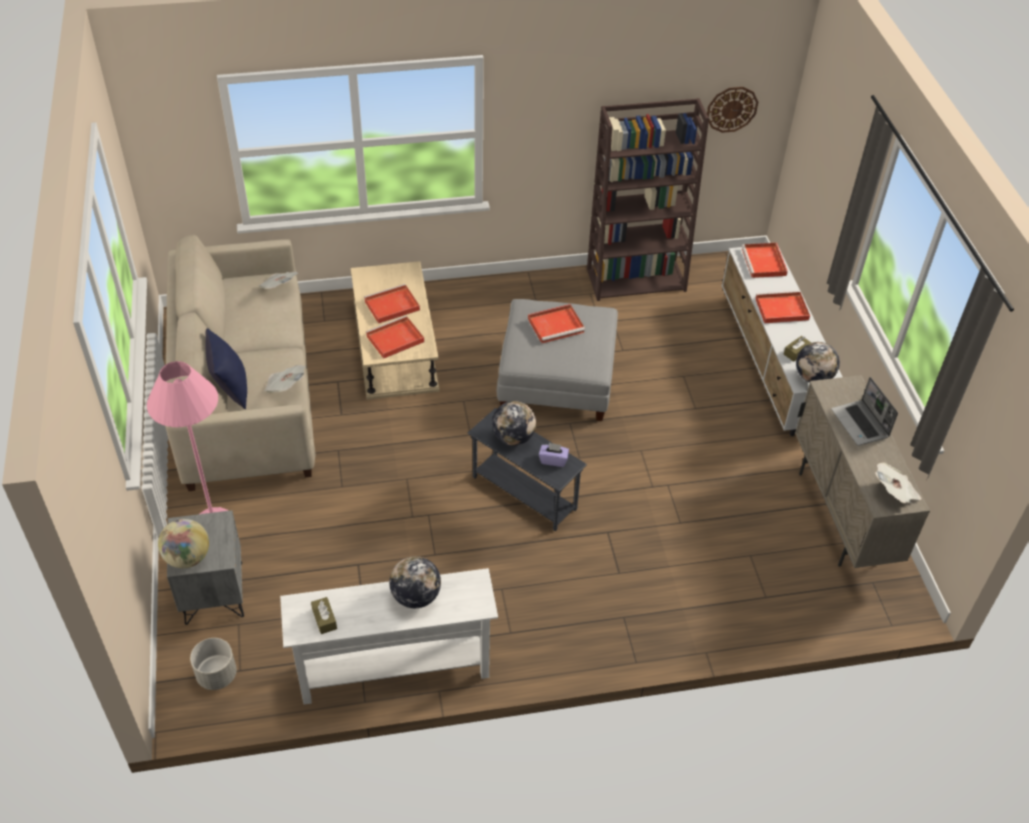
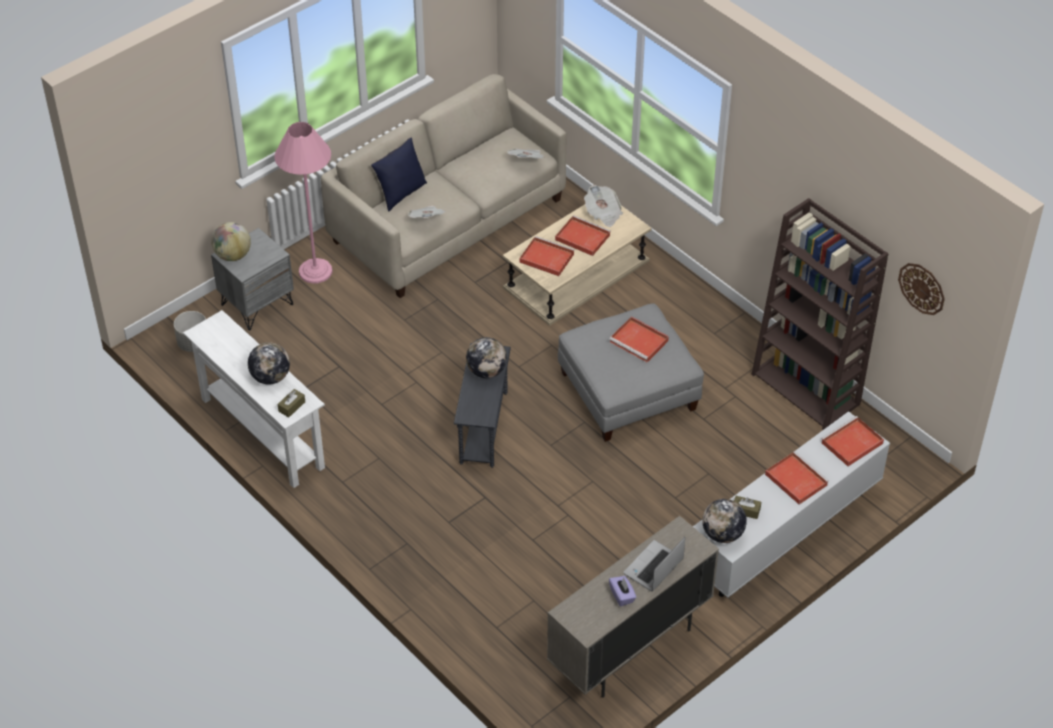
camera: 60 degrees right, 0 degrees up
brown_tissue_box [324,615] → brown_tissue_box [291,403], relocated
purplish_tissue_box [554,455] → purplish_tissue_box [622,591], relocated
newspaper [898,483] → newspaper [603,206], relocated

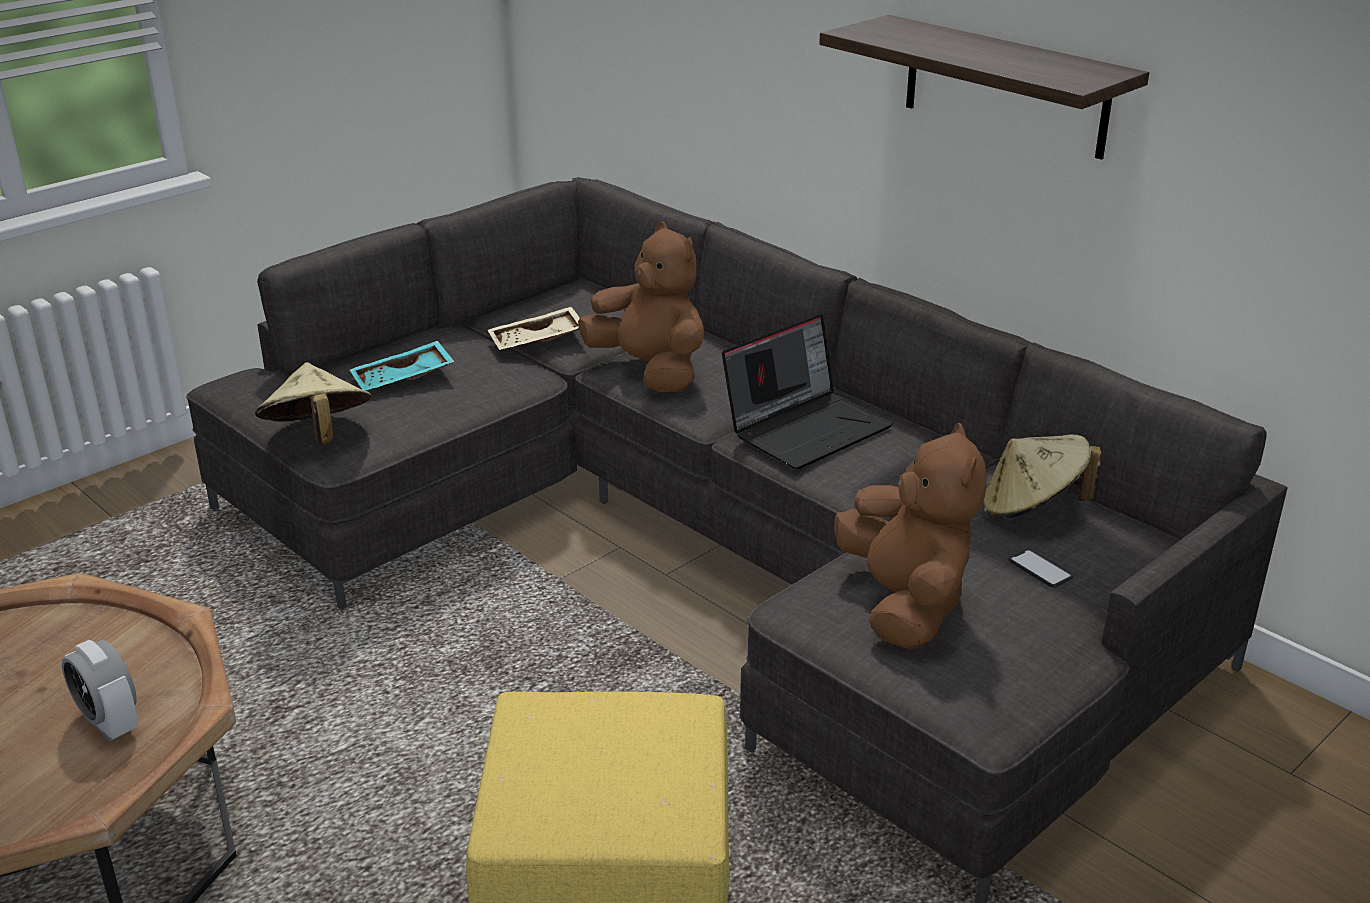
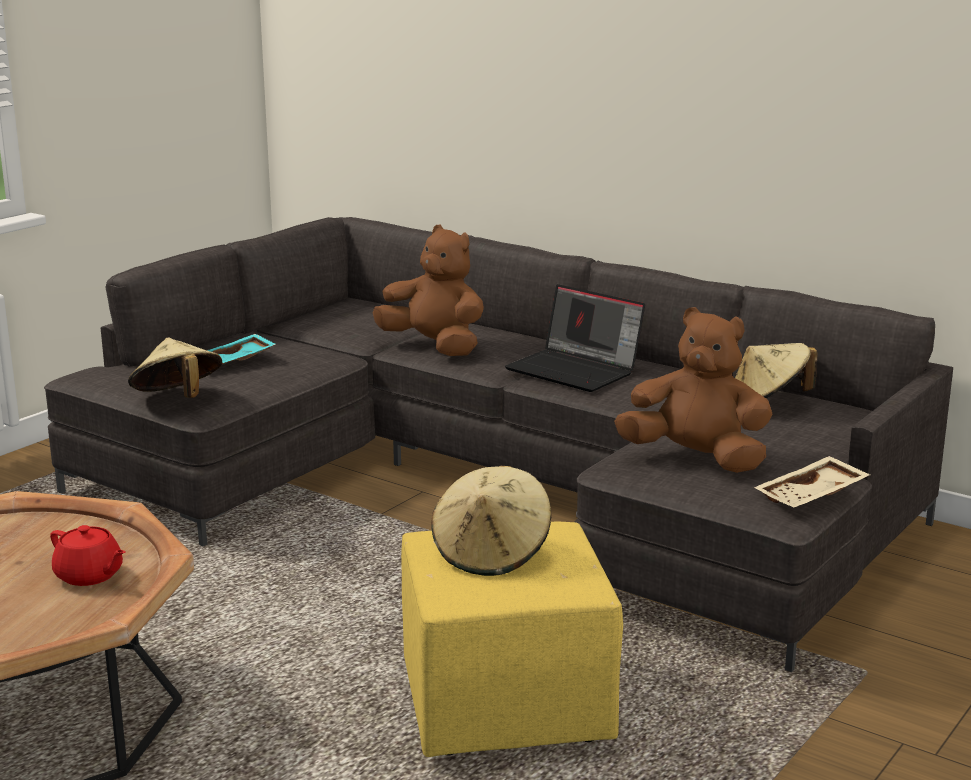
camera: 10 degrees left, 10 degrees down
alarm_clock [100,690] → red_teapot [87,555]
sand-coloured_serving_tray [534,328] → sand-coloured_serving_tray [812,481], relocated
laptop [807,392] → laptop [575,338], 90 degrees clockwise
wall_shelf [984,87] → -
brown_plush_toy [910,536] → brown_plush_toy [693,390], 45 degrees counterclockwise
handset [1040,568] → -
- → sand-coloured_wearable_hat [491,521]

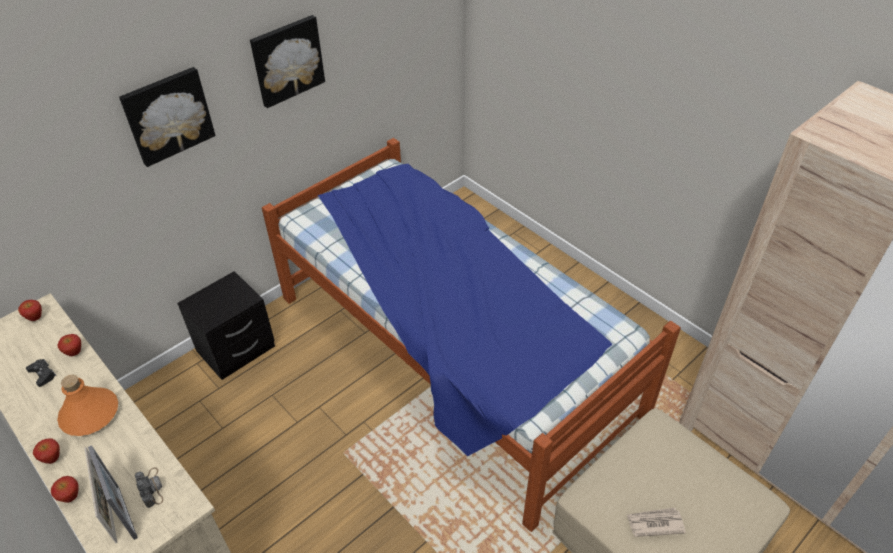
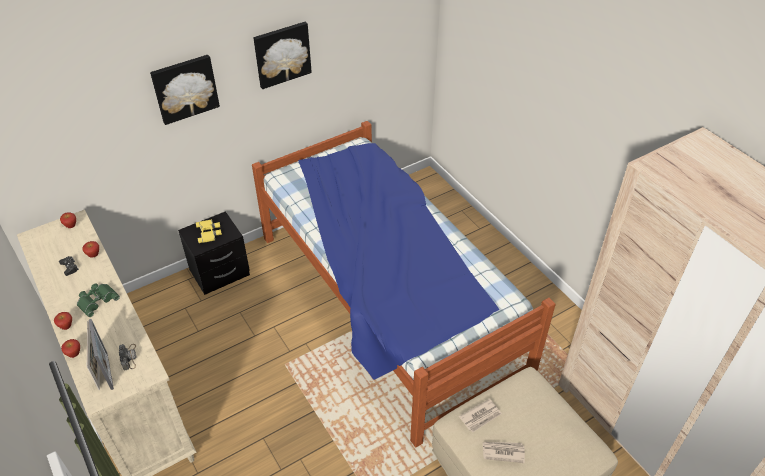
camera: 10 degrees right, 0 degrees up
orangey_beverage_bottle [87,405] → green-coloured_binoculars [98,300]
- → yellow-coloured_binoculars [209,231]
- → newspaper [480,415]

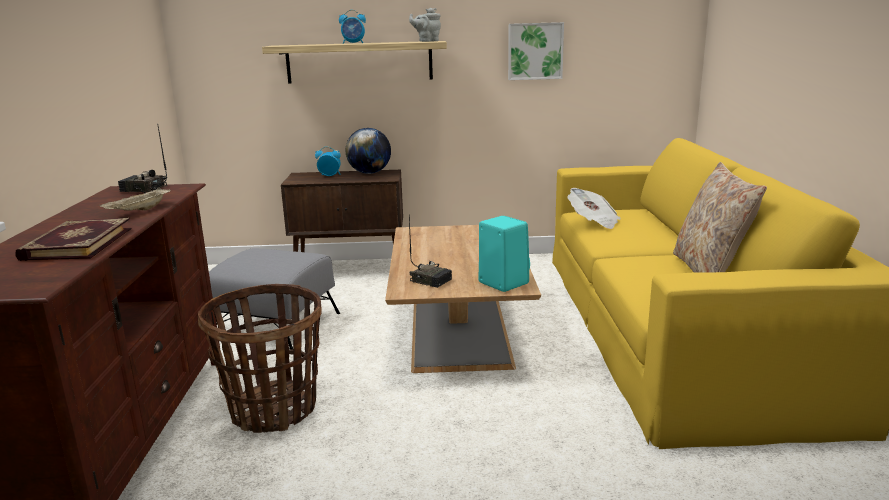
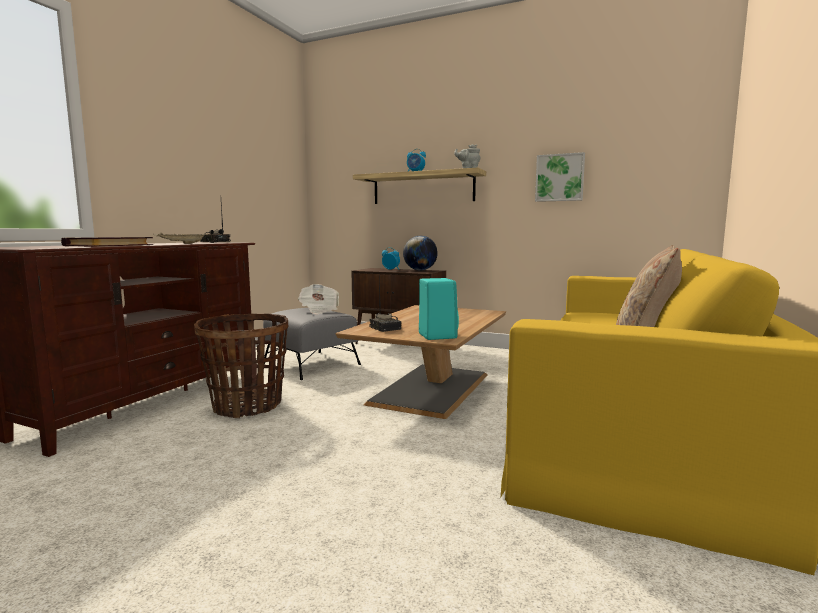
camera: 25 degrees right, 10 degrees down
newspaper [593,208] → newspaper [318,299], relocated

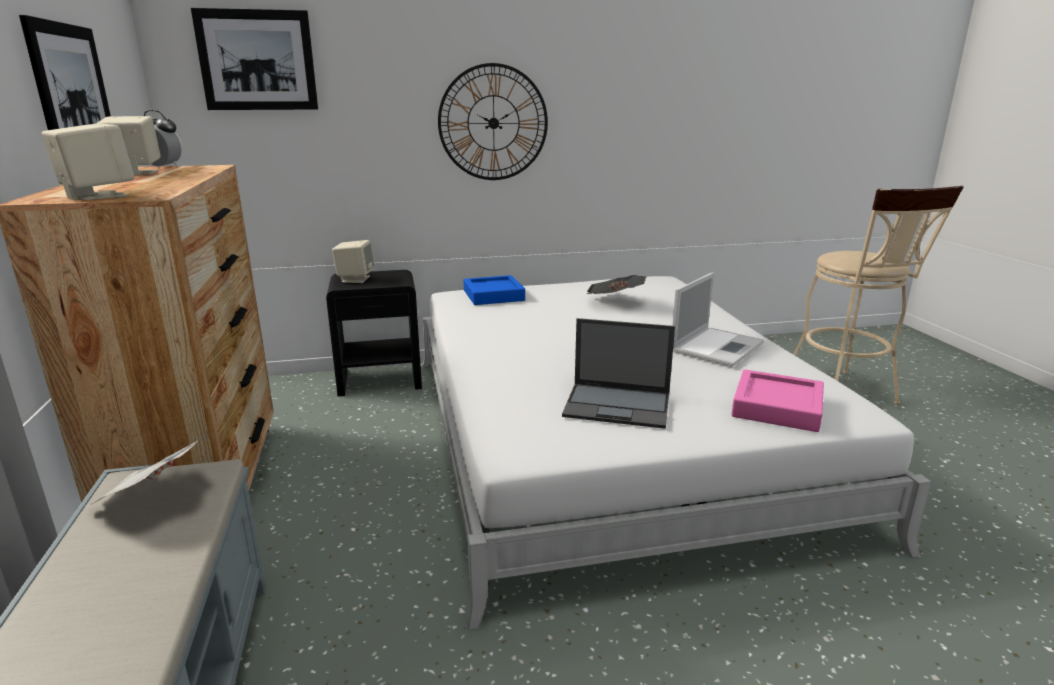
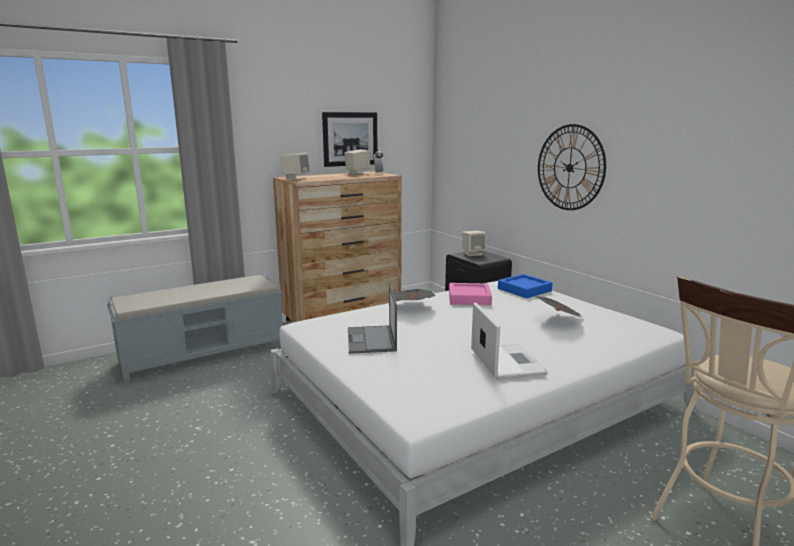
camera: 70 degrees right, 5 degrees down
newspaper [146,471] → newspaper [415,294], relocated
wall_picture [254,59] → -
laptop [718,319] → laptop [509,341], 120 degrees counterclockwise
pink-coloured_serving_tray [777,400] → pink-coloured_serving_tray [470,294], relocated

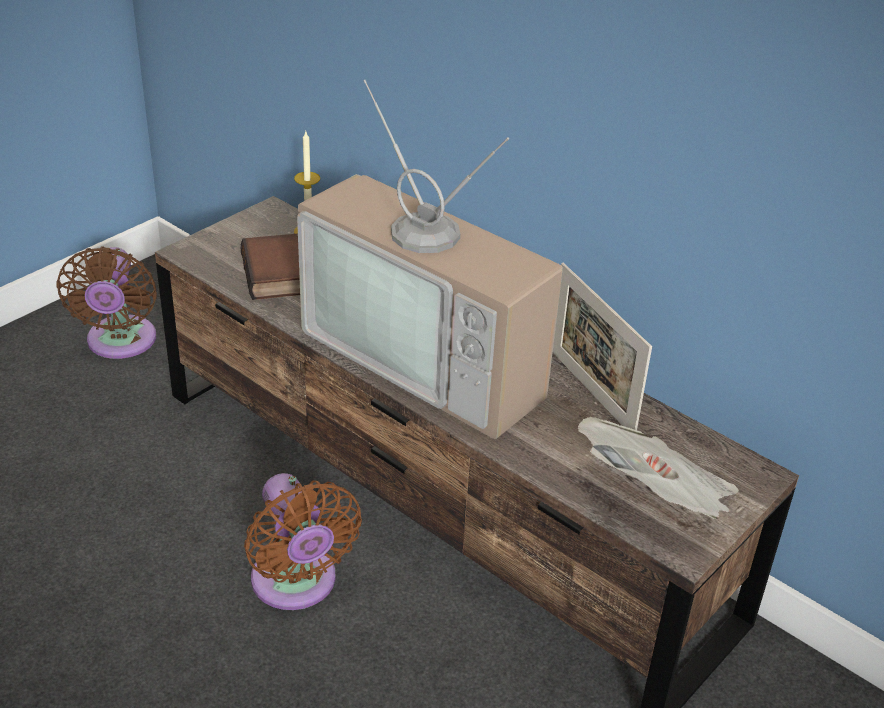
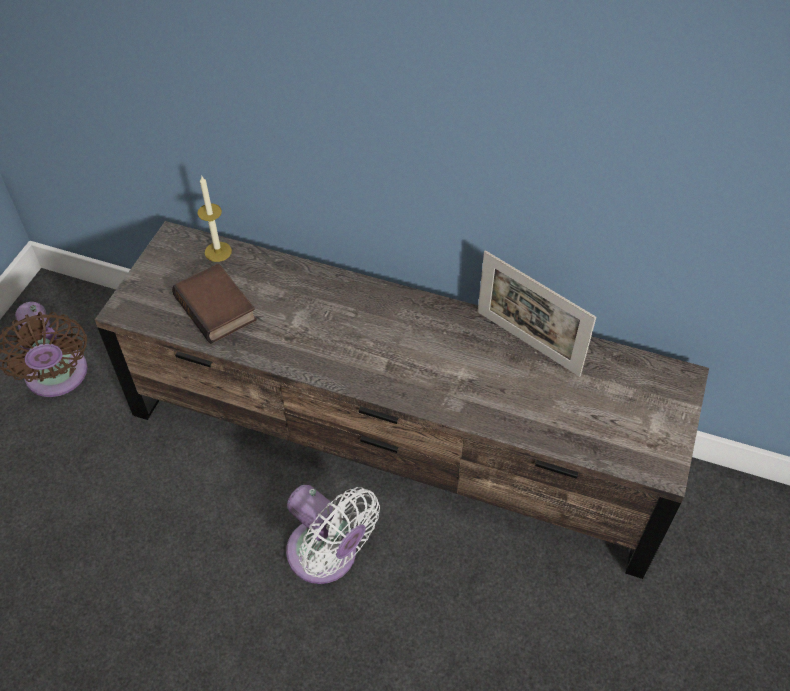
camera: 20 degrees left, 15 degrees up
brown_cooling_fan [303,541] → white_cooling_fan [333,534]
TV [430,259] → -
newspaper [658,468] → -

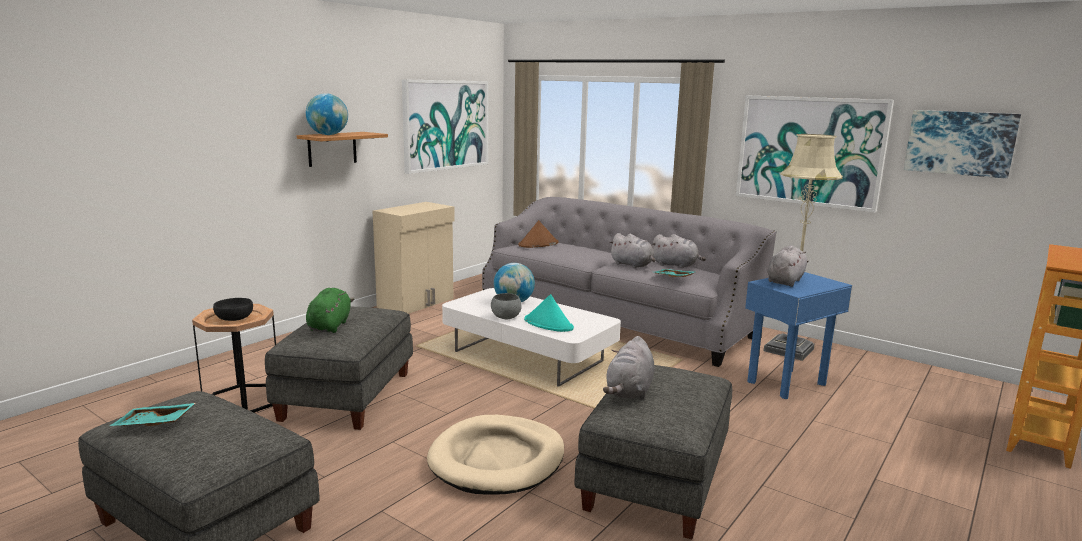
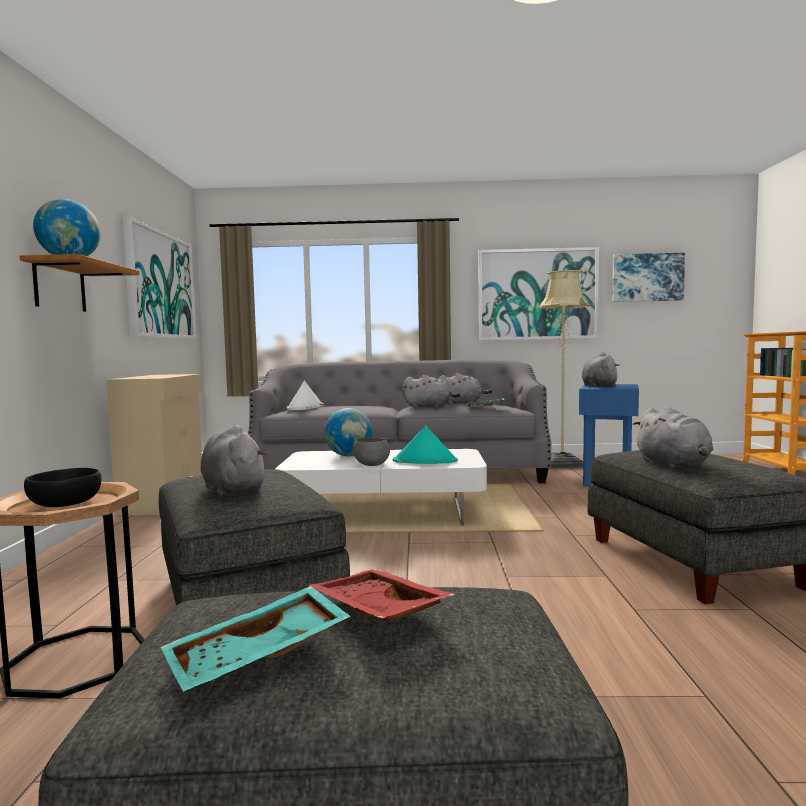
camera: 35 degrees left, 10 degrees down
green-coloured_plush_toy [330,310] → greyish_plush_toy [233,460]
sand-coloured_pet_bed [495,455] → -
brown_wearable_hat [538,234] → white_wearable_hat [305,395]
- → red_serving_tray [382,595]

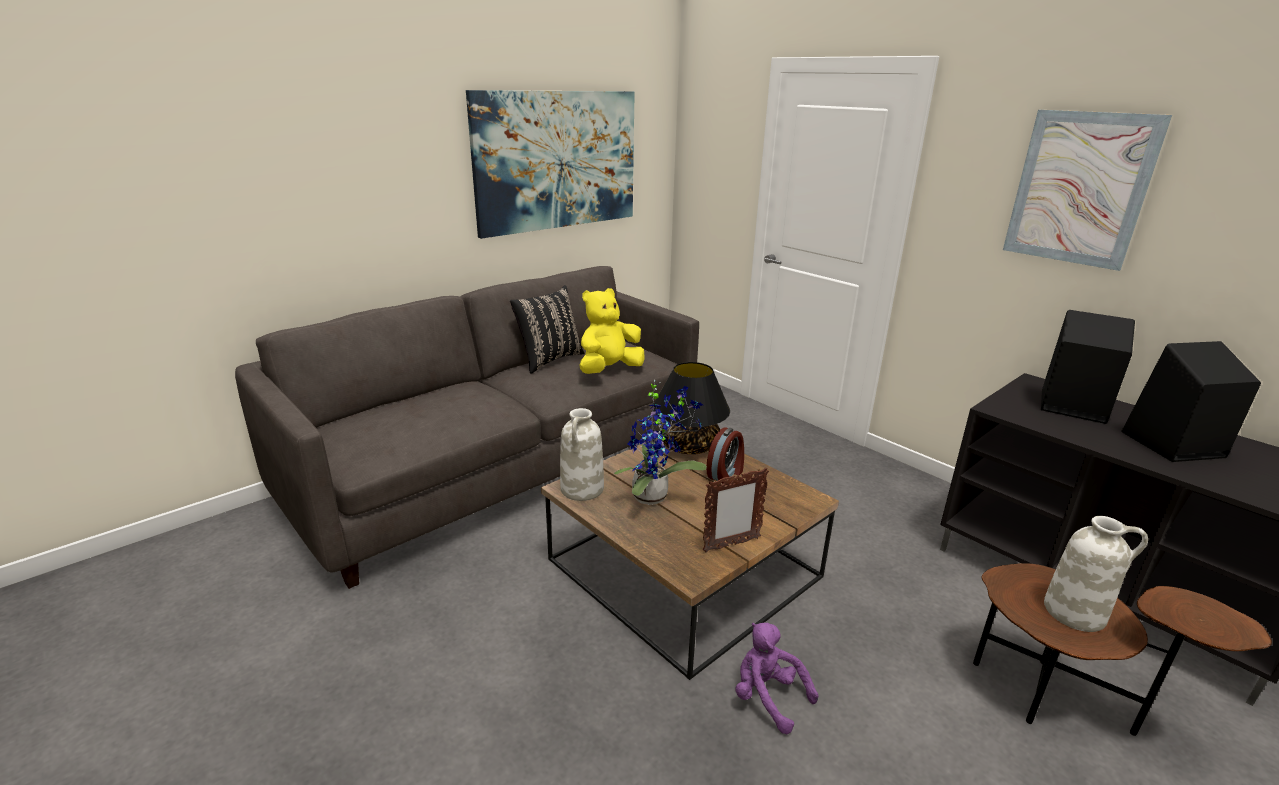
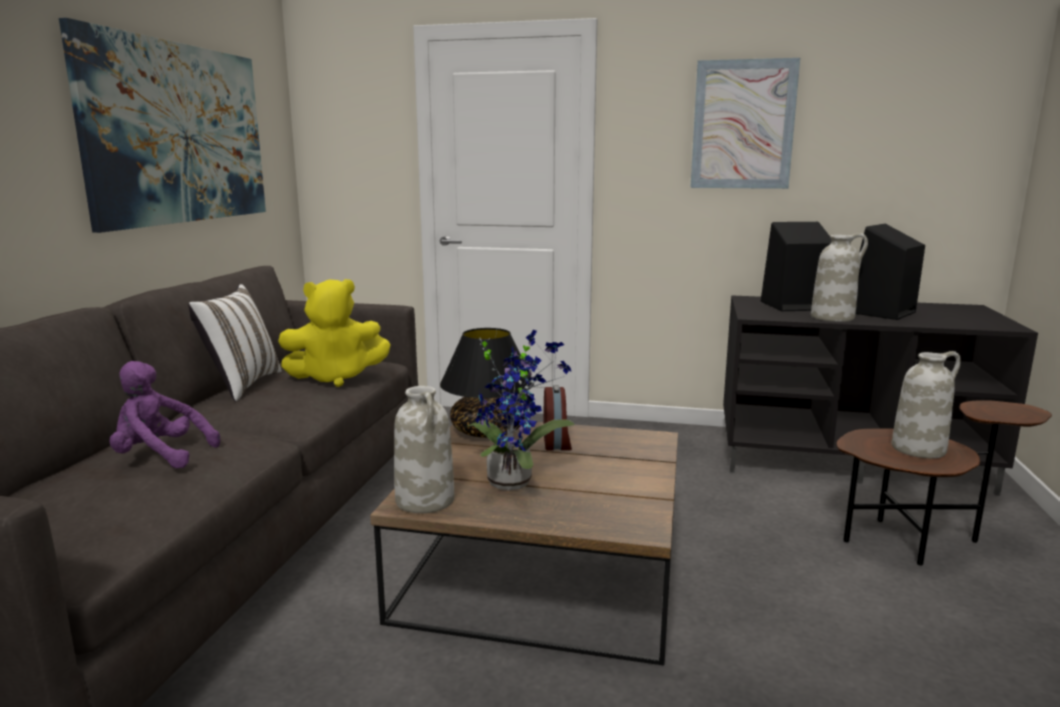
camera: 35 degrees left, 10 degrees down
black-coloured_pillow [547,329] → white_pillow [235,342]
yellow-coloured_plush_toy [612,331] → yellow-coloured_plush_toy [334,333], 120 degrees counterclockwise
picture_frame [736,510] → -
purplish_plush_toy [777,678] → purplish_plush_toy [165,414], relocated
- → white_flower_vase [839,277]

